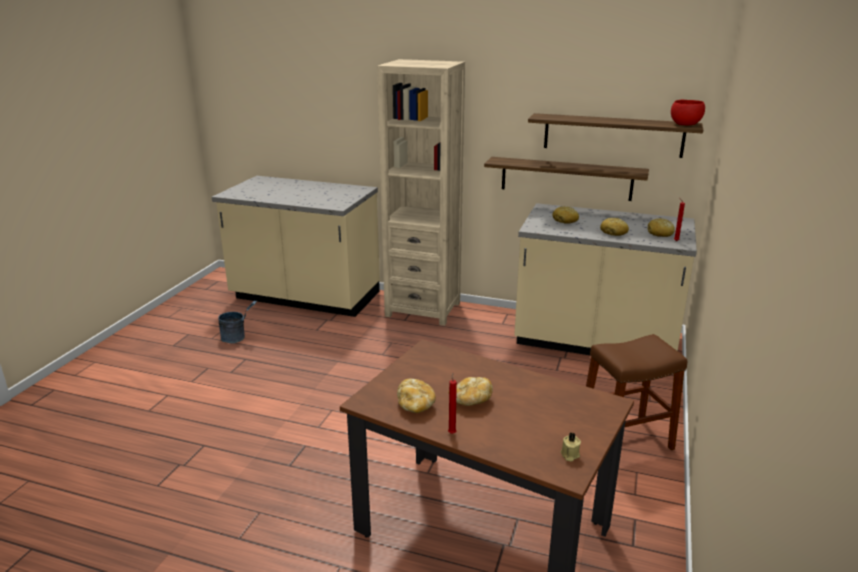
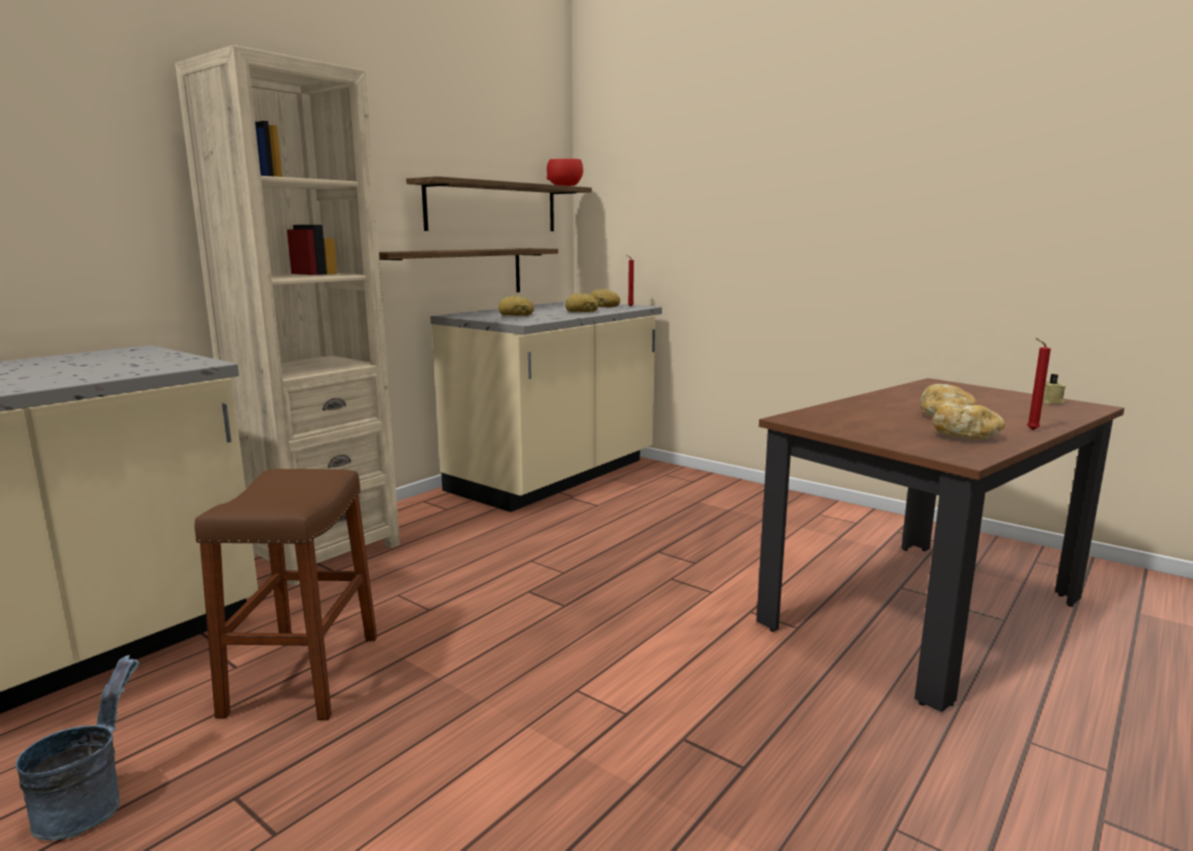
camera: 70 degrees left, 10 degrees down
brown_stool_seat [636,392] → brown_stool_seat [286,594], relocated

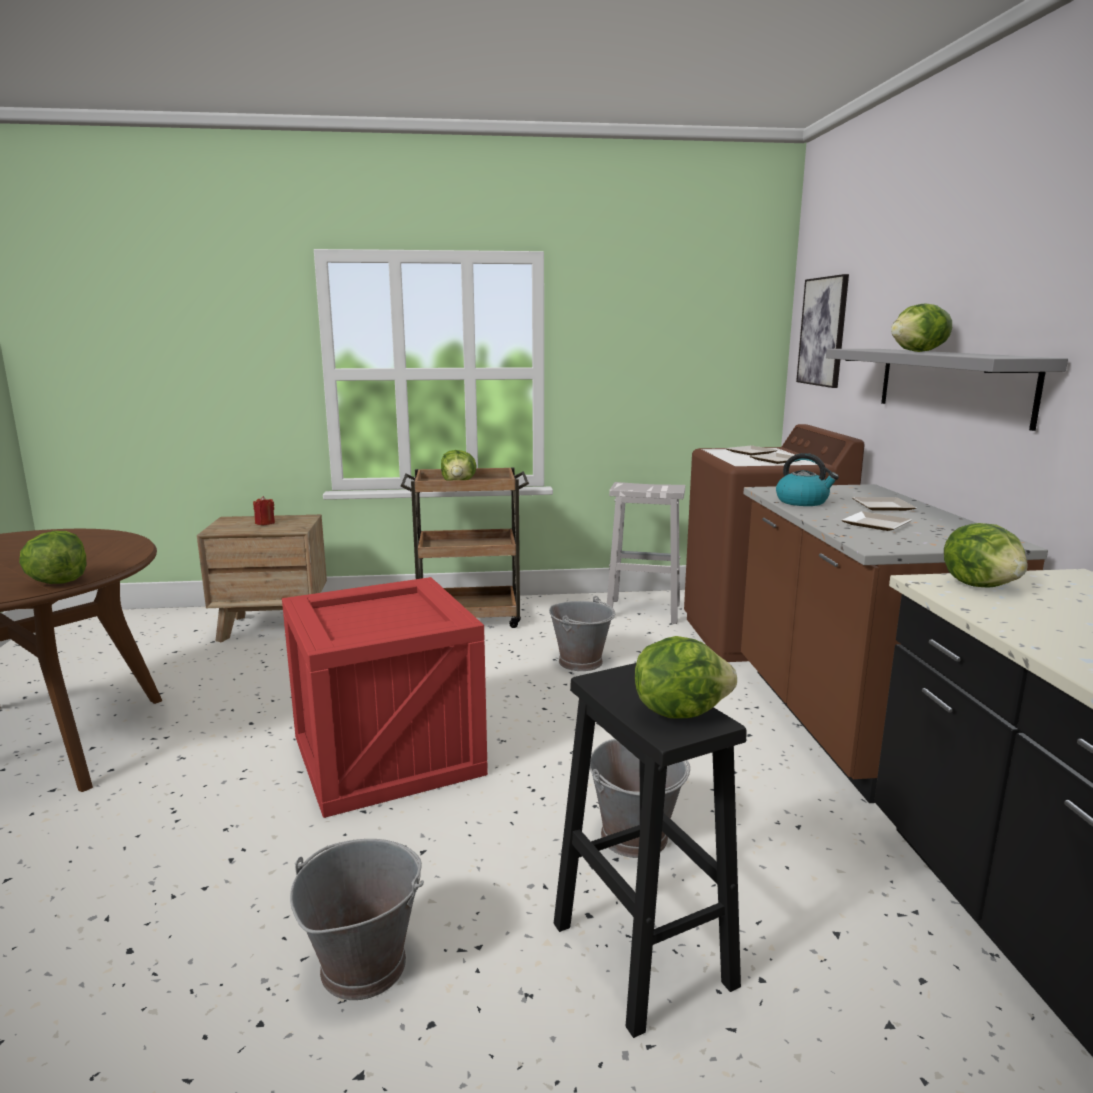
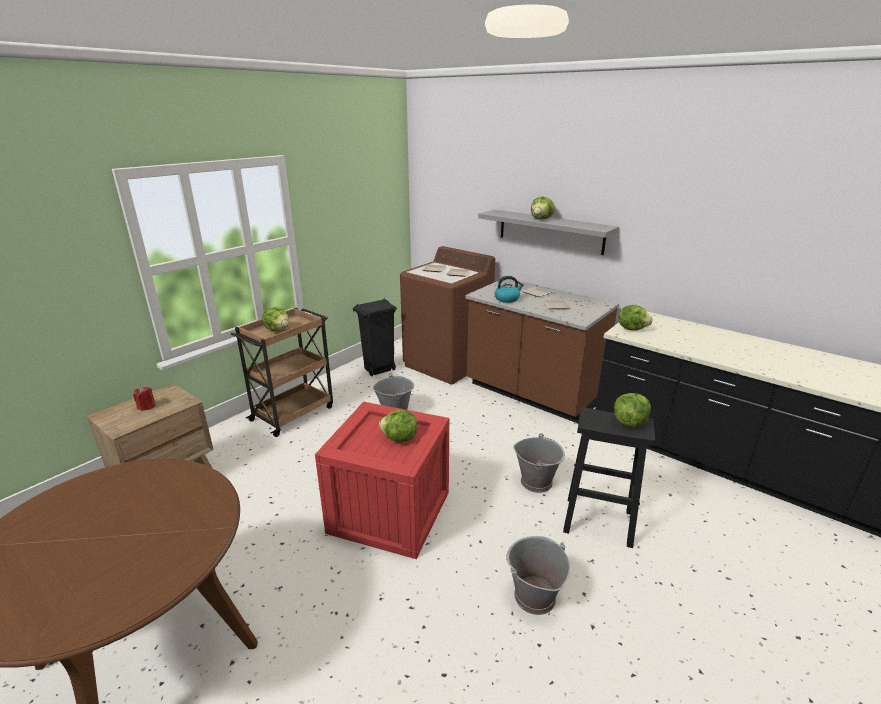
camera: 45 degrees left, 10 degrees up
head_of_lettuce [52,557] → head_of_lettuce [398,426], relocated
white_stool_seat [645,553] → black-coloured_trash_can [375,337]
wall_picture [822,331] → -

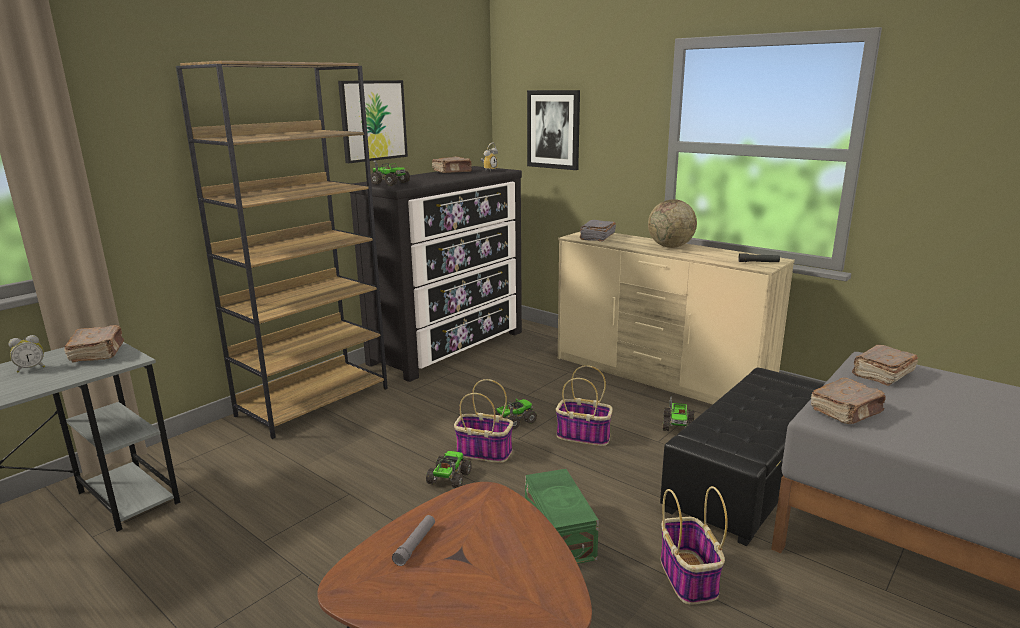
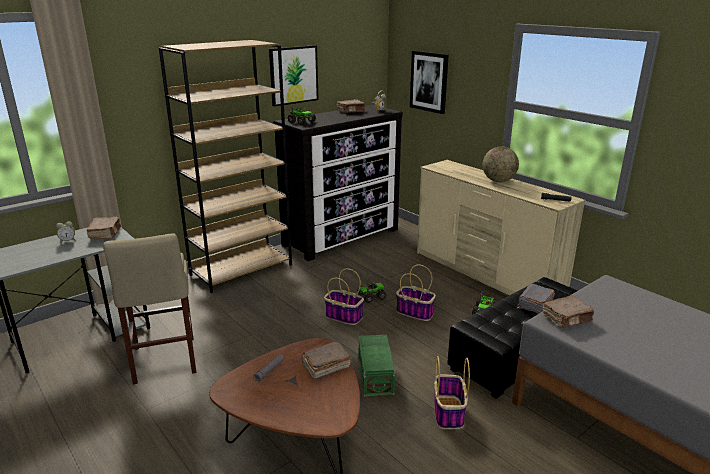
camera: 10 degrees right, 5 degrees up
toy_lorry [449,469] → -
greyish_volume [598,231] → greyish_volume [536,299], relocated
brown_volume [885,365] → brown_volume [326,360], relocated
- → sand-coloured_stool_seat [149,308]

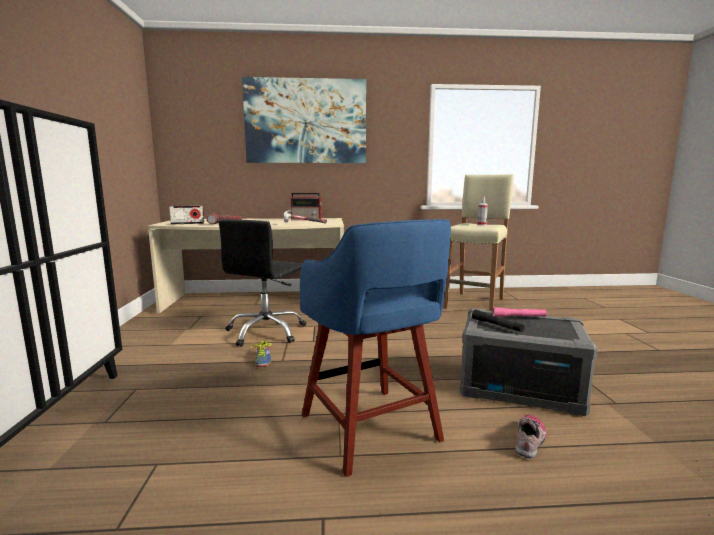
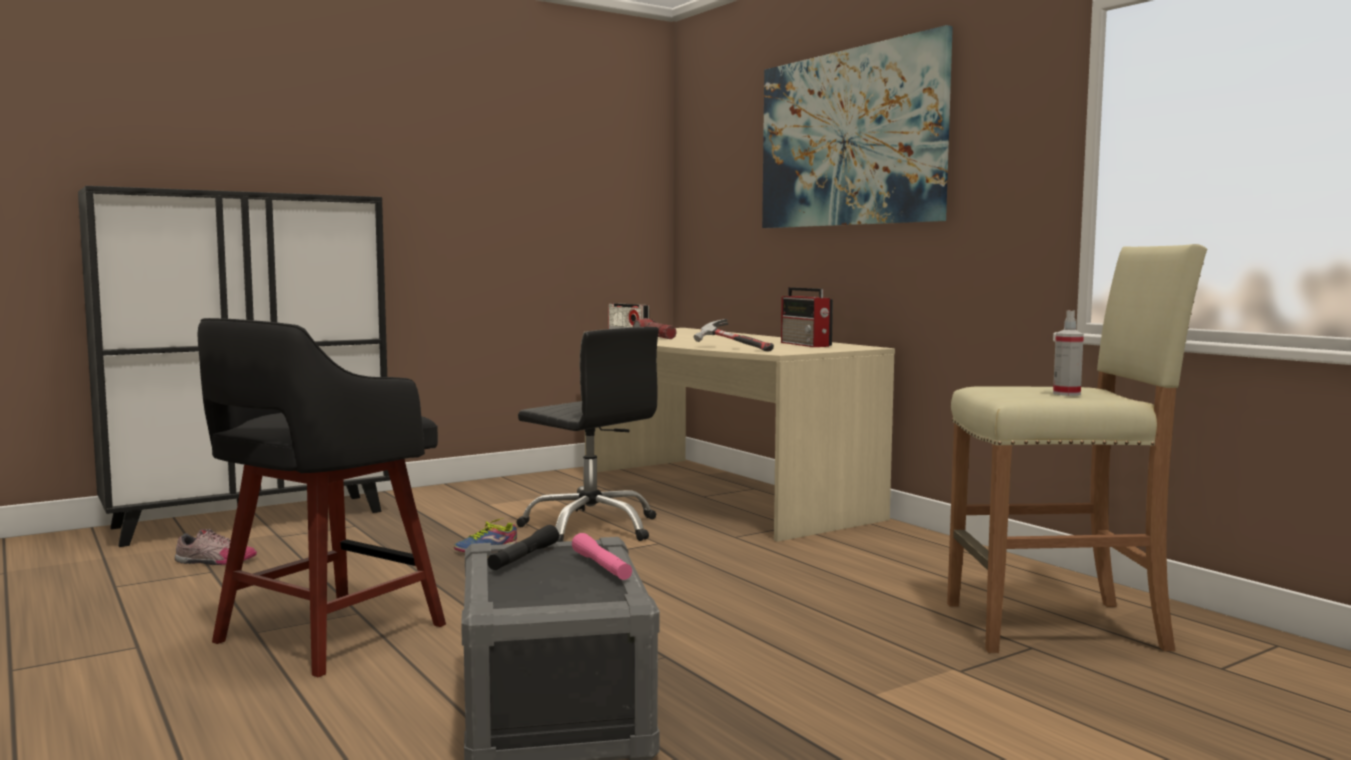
camera: 60 degrees right, 5 degrees down
black-coloured_computer_chair [262,283] → black-coloured_computer_chair [588,434], 135 degrees counterclockwise
blue_stool_seat [375,348] → black-coloured_stool_seat [321,497]
low_shoe [531,437] → low_shoe [216,547], relocated

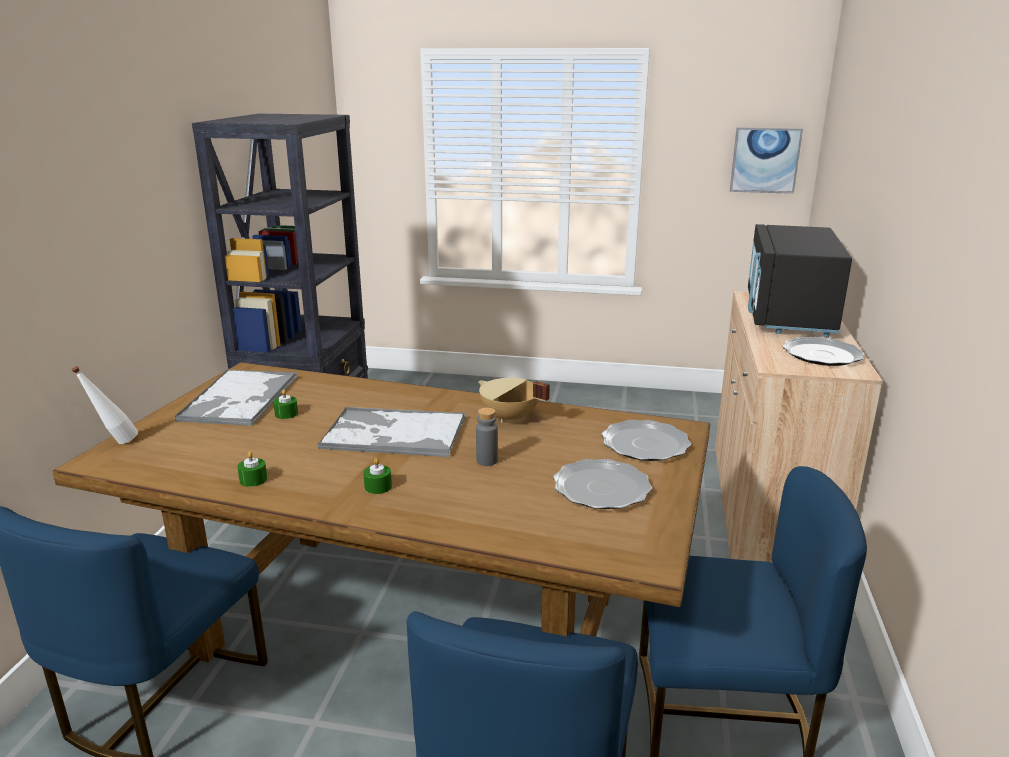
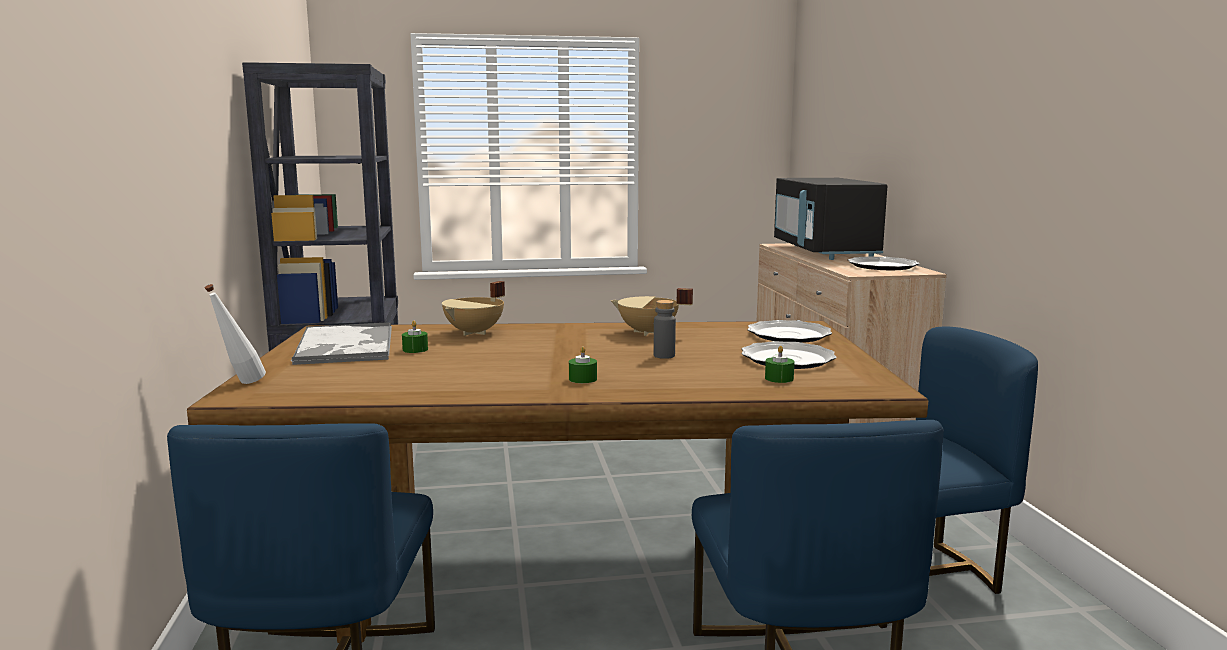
camera: 20 degrees left, 10 degrees down
green-coloured_wax_light [252,469] → green-coloured_wax_light [779,364], relocated
serving_tray [391,432] → -
wall_picture [766,160] → -
- → sand-coloured_saucepot [473,308]

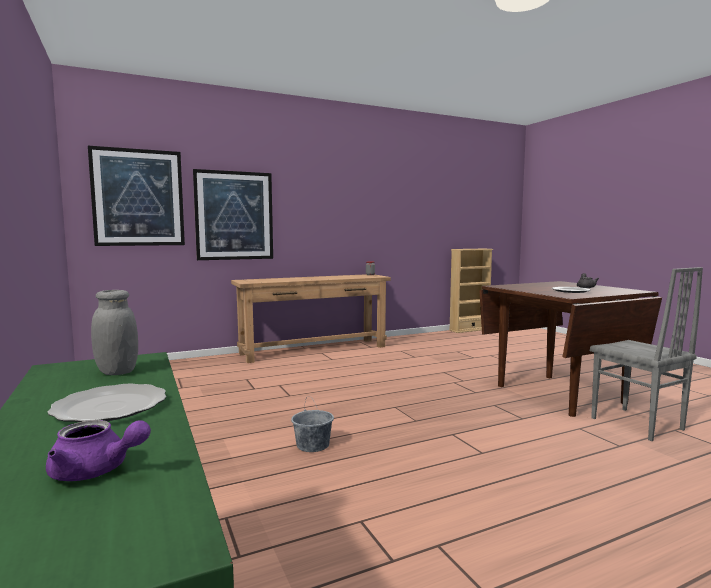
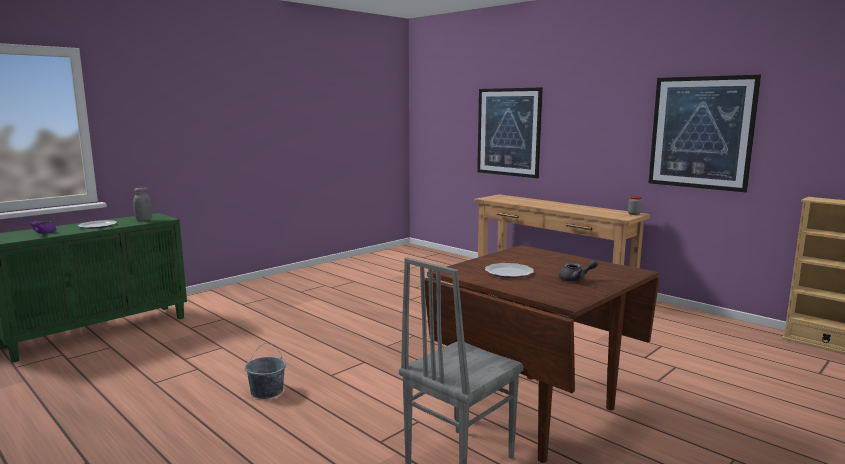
camera: 70 degrees right, 5 degrees up
wall_picture [136,196] → wall_picture [705,133], relocated
greyish_water_bucket [312,424] → greyish_water_bucket [265,371], relocated

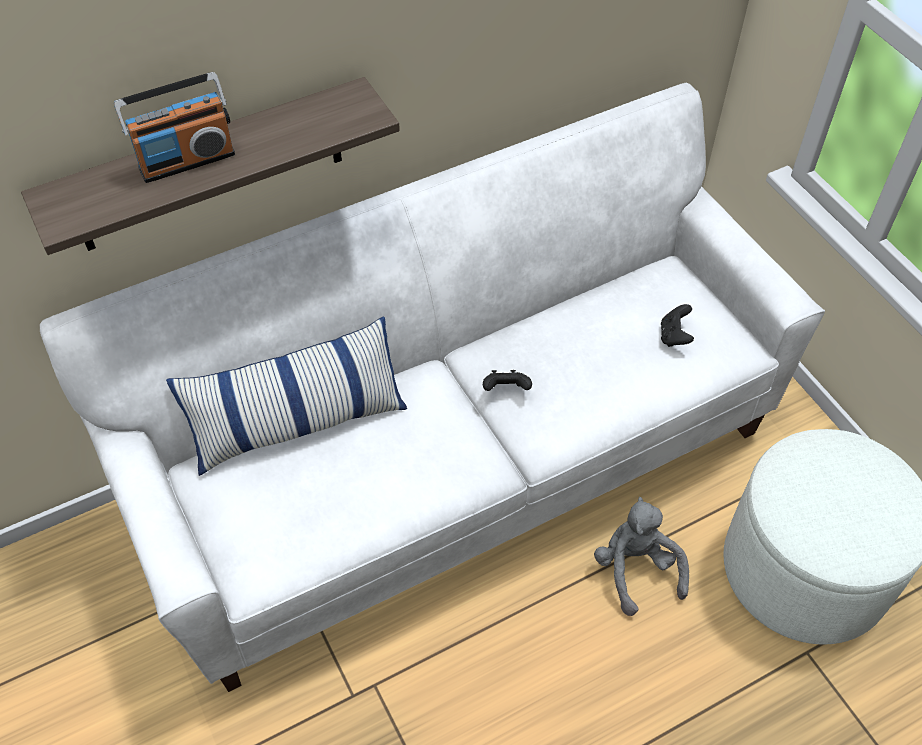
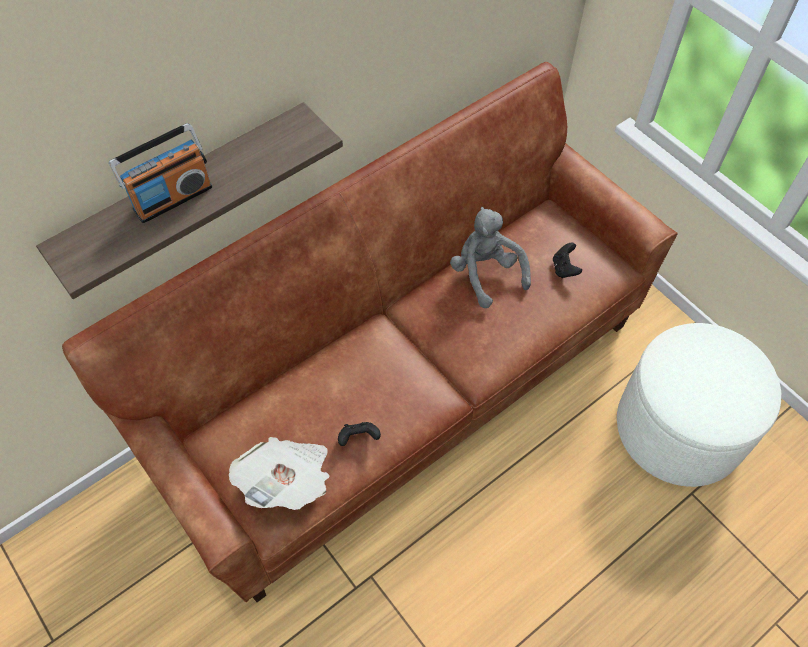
camera: 10 degrees left, 5 degrees up
white_settee [432,387] → brown_settee [370,332]
pillow [286,396] → -
black-coloured_gamepad [507,380] → black-coloured_gamepad [359,434], relocated
greyish_plush_toy [641,556] → greyish_plush_toy [490,257], relocated
- → newspaper [279,473]

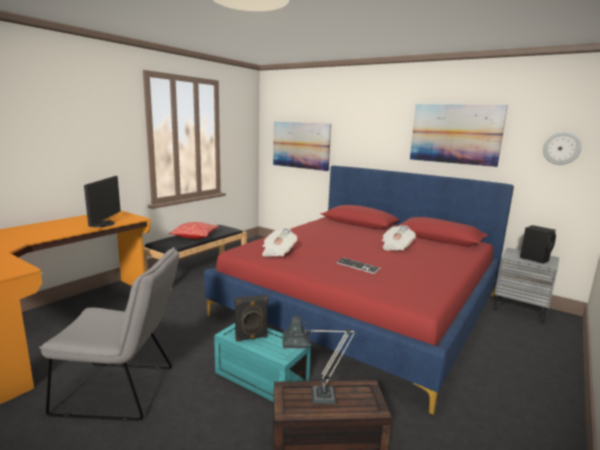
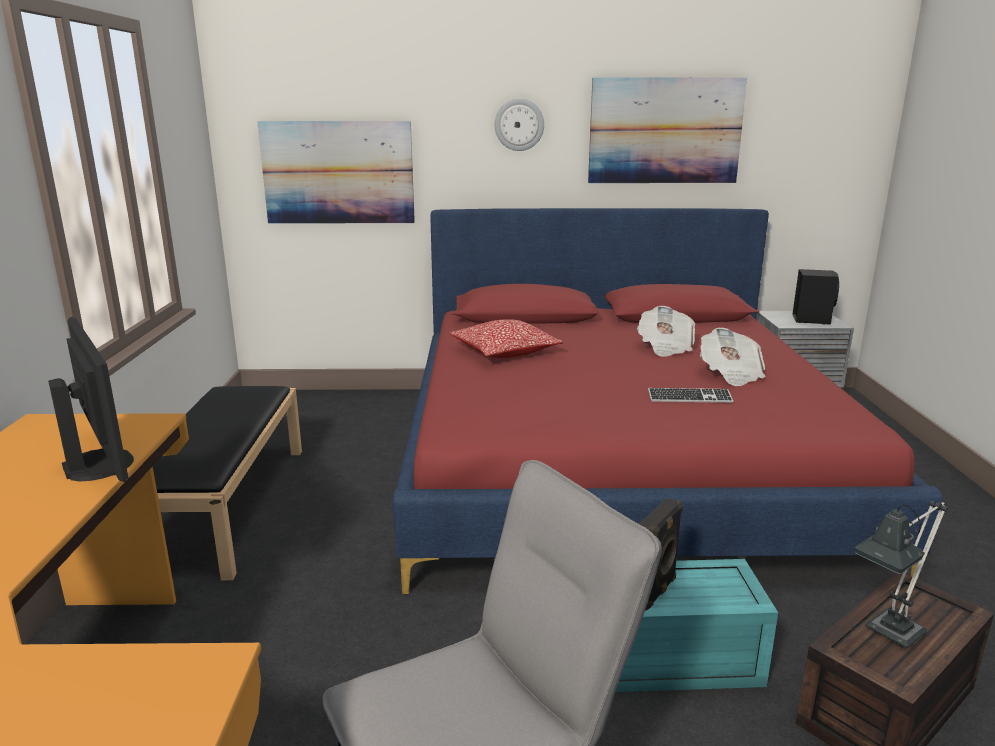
camera: 35 degrees left, 5 degrees up
pillow [193,230] → pillow [506,338], relocated
newspaper [279,242] → newspaper [733,357], relocated
hanging_clock [562,148] → hanging_clock [519,125], relocated

